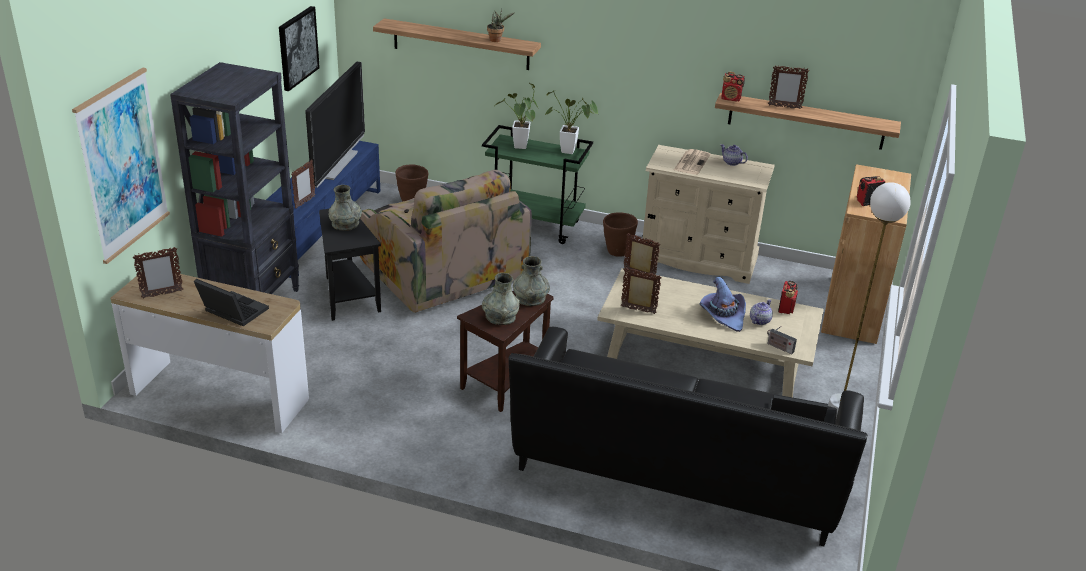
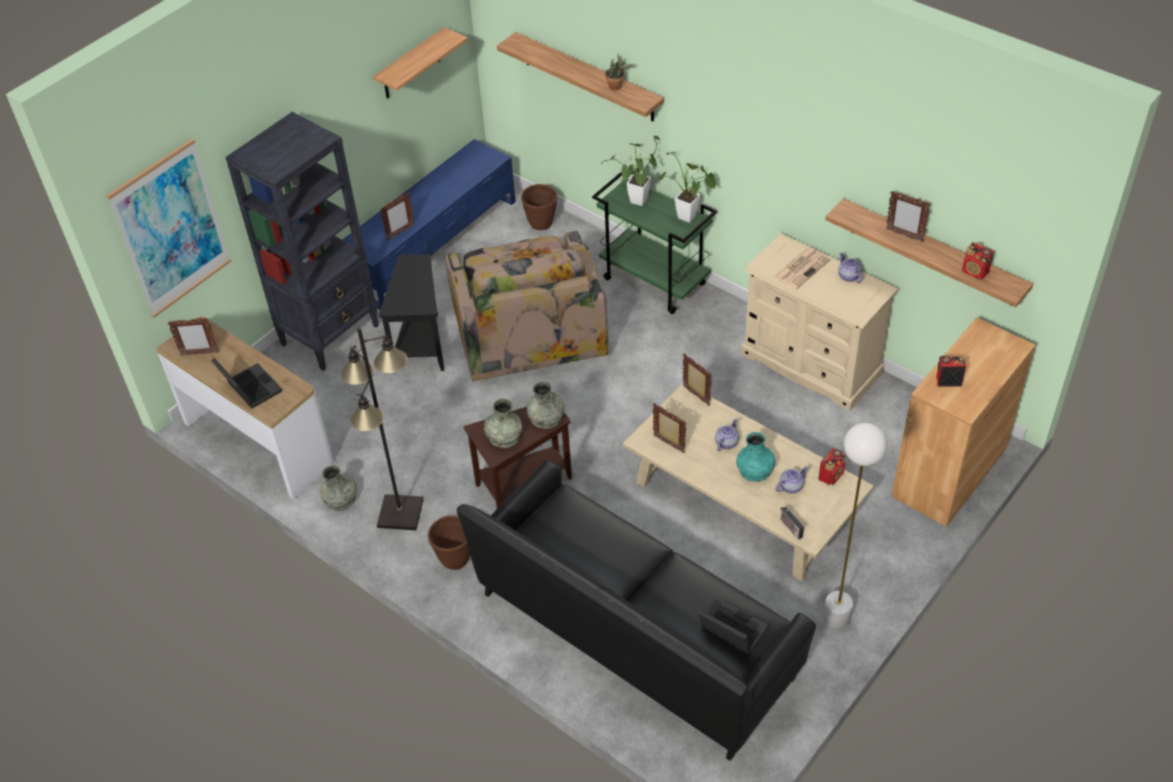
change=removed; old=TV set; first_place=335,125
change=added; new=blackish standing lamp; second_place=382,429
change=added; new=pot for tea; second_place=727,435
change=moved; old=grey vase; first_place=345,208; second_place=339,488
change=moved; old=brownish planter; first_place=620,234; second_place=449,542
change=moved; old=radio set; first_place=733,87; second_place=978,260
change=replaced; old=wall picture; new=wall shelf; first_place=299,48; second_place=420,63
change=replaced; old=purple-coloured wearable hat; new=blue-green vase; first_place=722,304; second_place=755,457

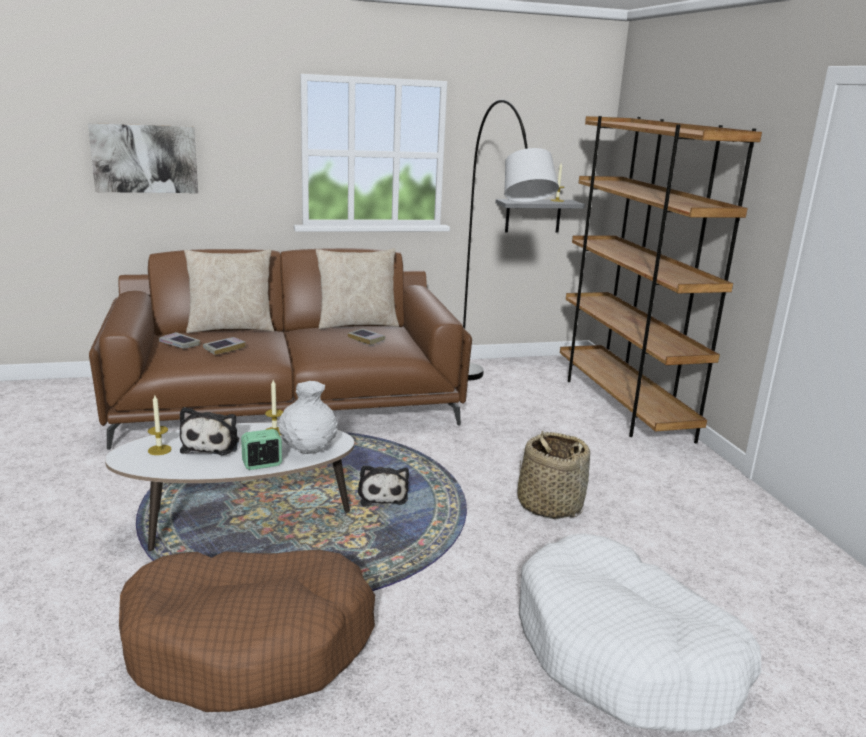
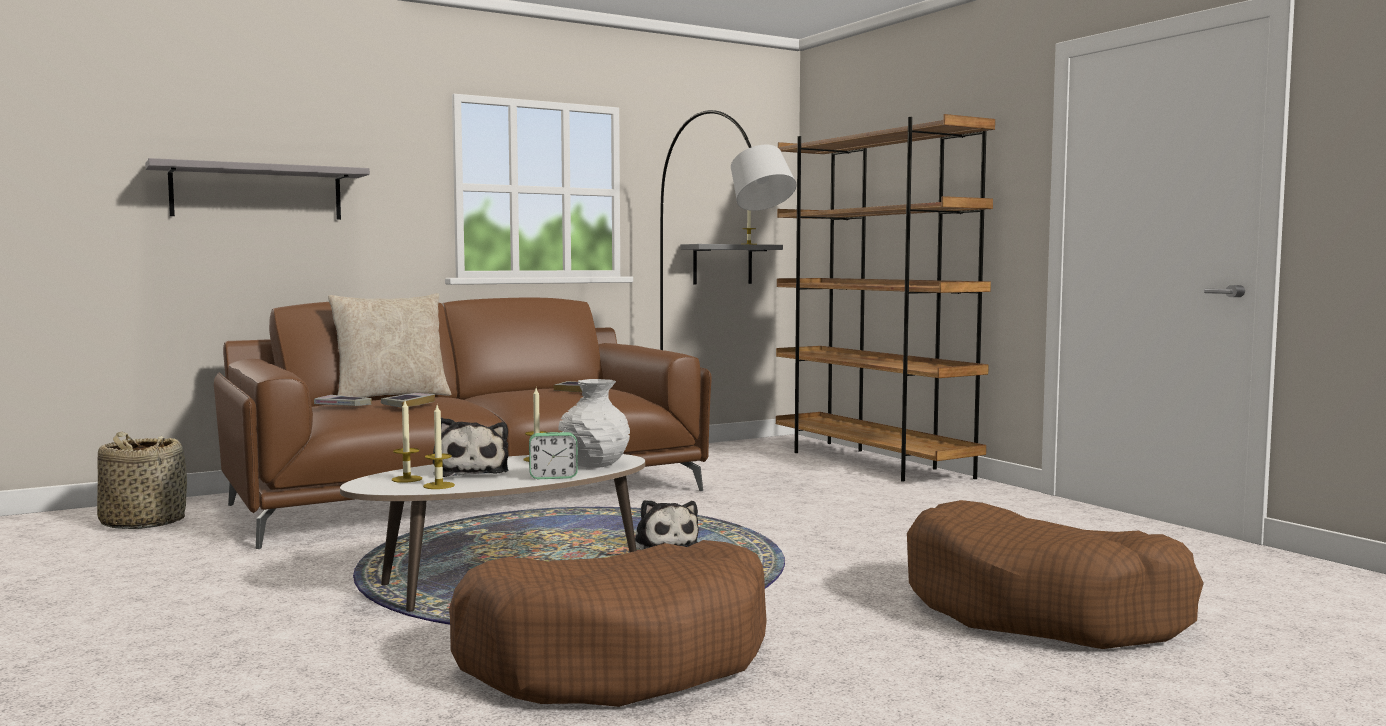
change=removed; old=beige pillow; first_place=357,288
change=added; new=wax candle; second_place=439,447
change=moved; old=basket; first_place=553,475; second_place=142,480
change=replaced; old=wall picture; new=grey wall shelf; first_place=143,158; second_place=257,189
change=recoloured; old=white-coloured dog cushion; new=brownish dog cushion; first_place=640,632; second_place=1055,574
change=turned; old=alarm clock; first_place=261,449; second_place=553,455; degrees=-150

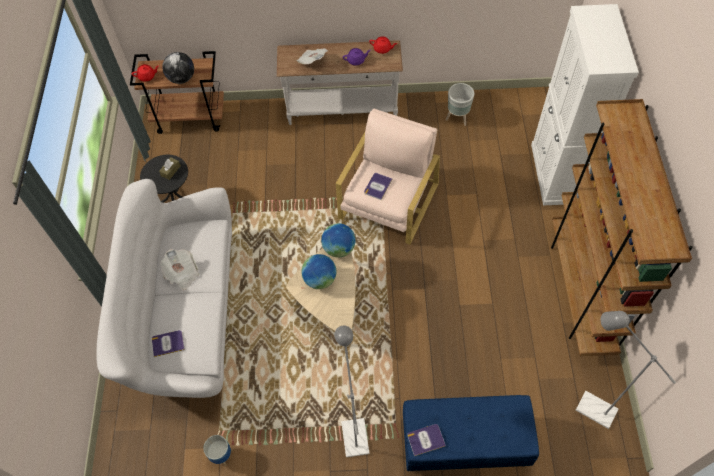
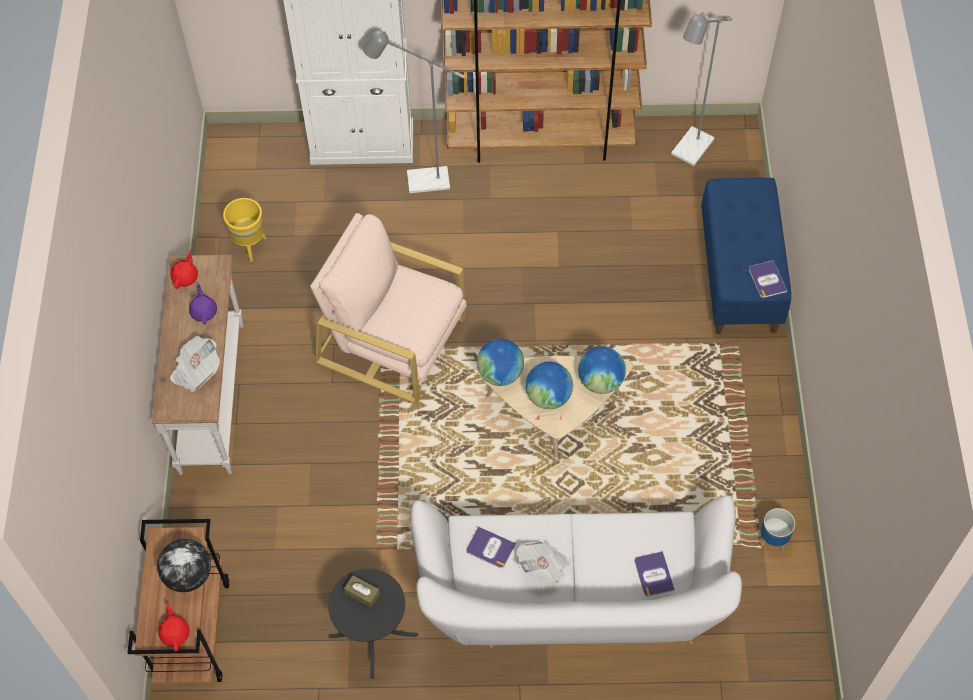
change=added; new=desk globe; second_place=602,370
change=moved; old=grey standing lamp; first_place=352,391; second_place=413,111
change=moved; old=bound book; first_place=378,186; second_place=491,547
change=recoloured; old=grey planter; new=yellow-coloured planter; first_place=460,104; second_place=244,230

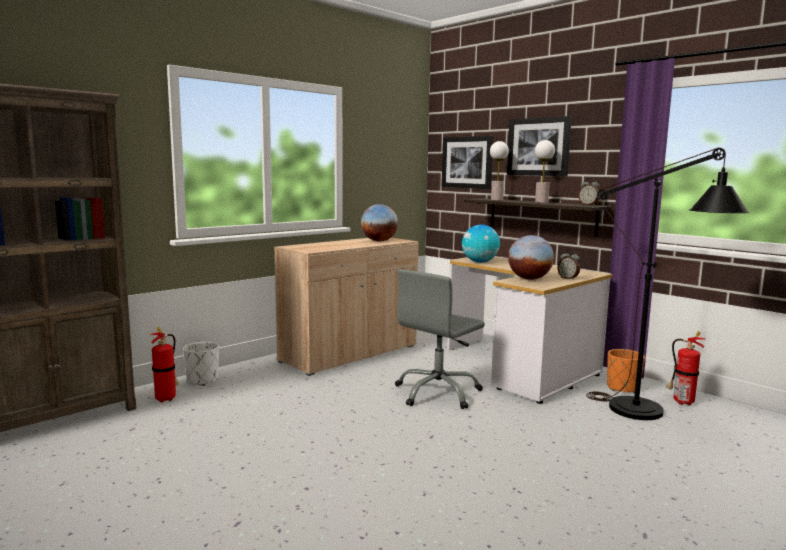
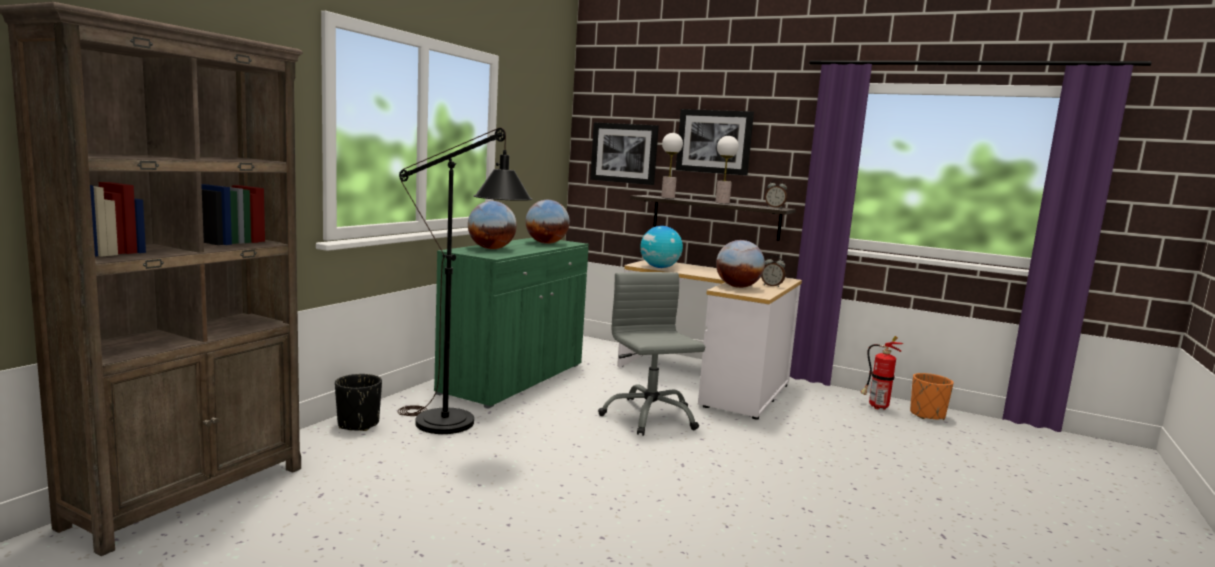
change=removed; old=extinguisher; first_place=165,364
change=added; new=desk globe; second_place=492,225
change=moved; old=blackish standing lamp; first_place=667,284; second_place=465,280
change=moved; old=orange-coloured planter; first_place=626,371; second_place=932,396
change=recoloured; old=white-coloured planter; new=blackish planter; first_place=201,364; second_place=358,402
change=recoloured; old=beige cupboard; new=greenish cupboard; first_place=346,307; second_place=511,323
change=turned; old=grey office chair; first_place=440,339; second_place=651,354; degrees=135

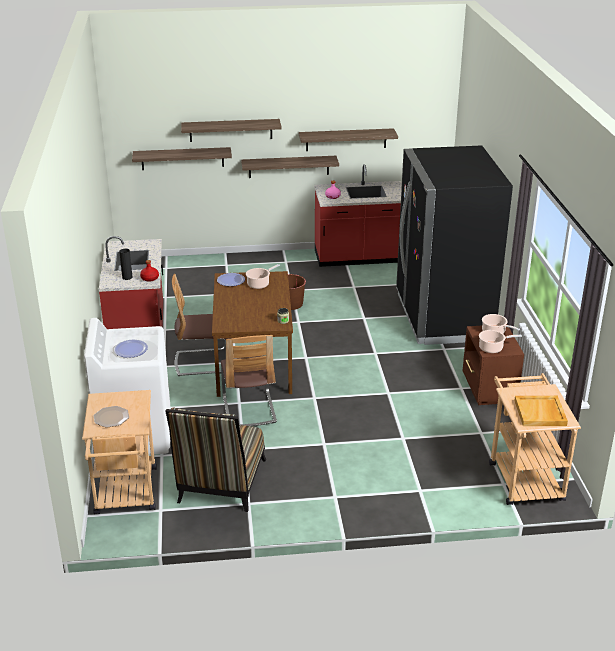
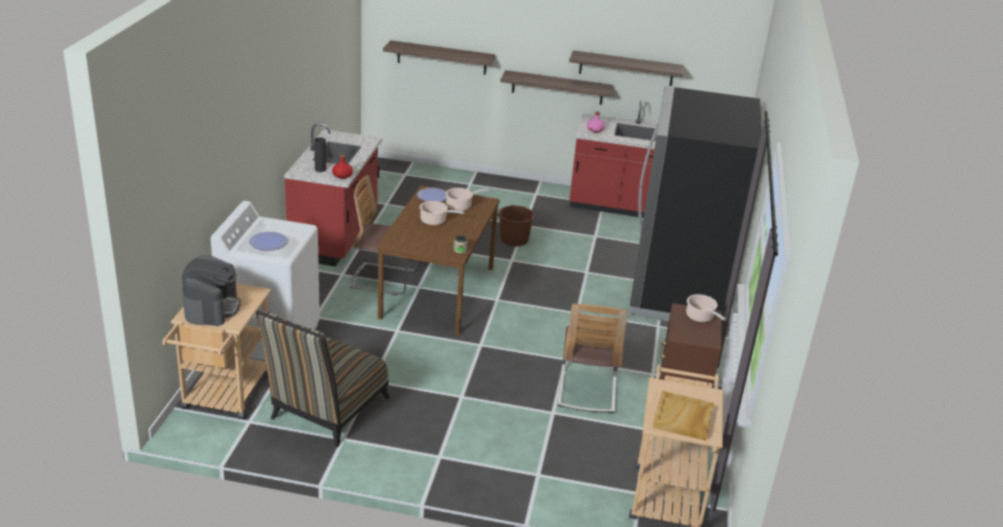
change=removed; old=wall shelf; first_place=231,130
change=moved; old=upright chair; first_place=249,380; second_place=592,358
change=moved; old=stockpot; first_place=500,341; second_place=442,213
change=replaced; old=plate; new=coffee machine; first_place=111,417; second_place=211,290

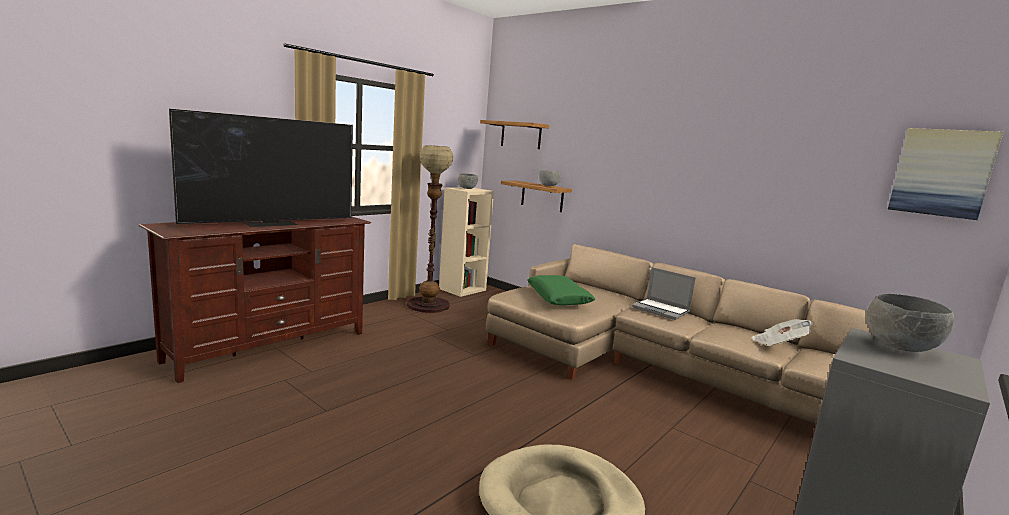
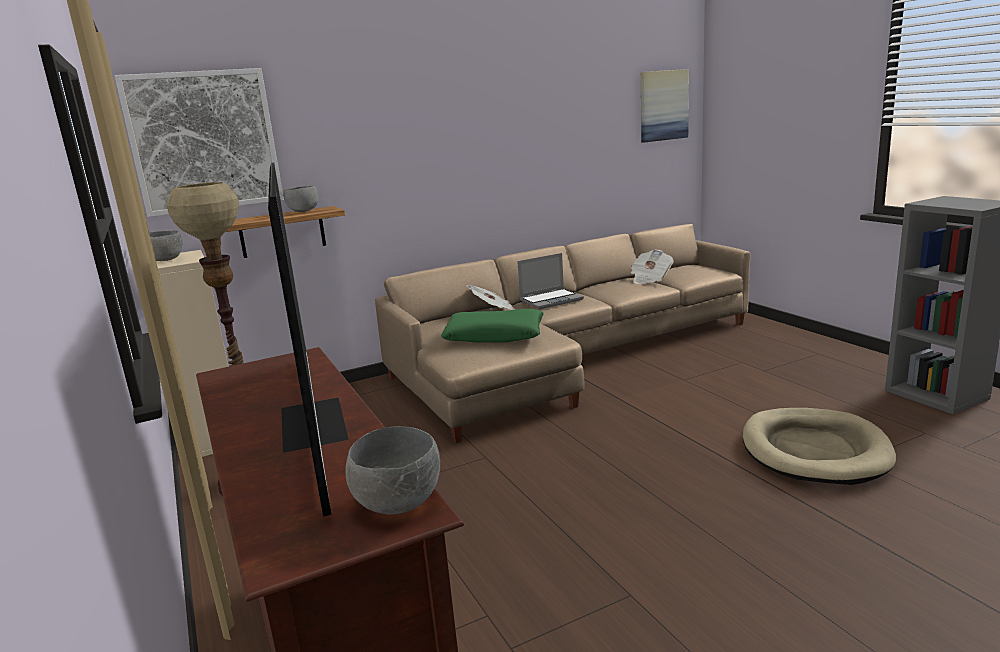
change=added; new=daily paper; second_place=491,297
change=moved; old=grey bowl; first_place=910,323; second_place=392,470
change=replaced; old=wall shelf; new=wall picture; first_place=514,134; second_place=199,142

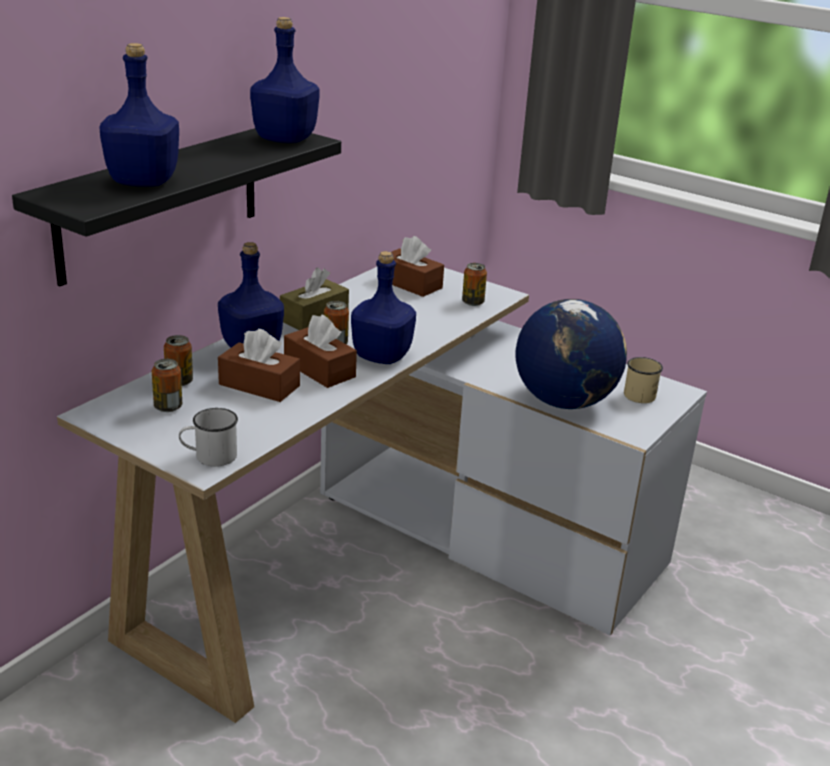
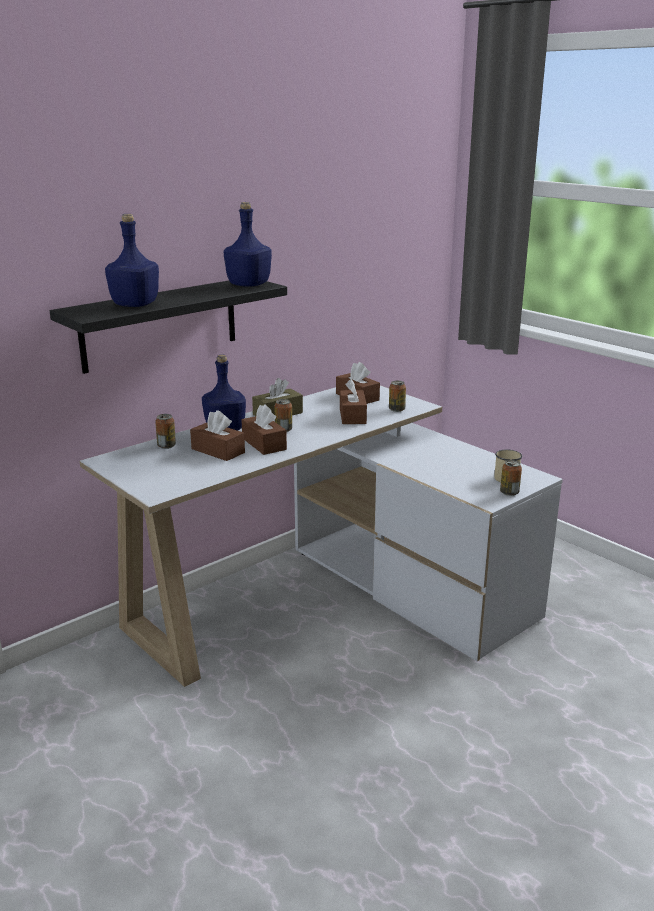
change=removed; old=white-coloured mug; first_place=208,437
change=removed; old=bluish drink bottle; first_place=383,307
change=removed; old=desk globe; first_place=571,354
change=added; new=brownish box of tissues; second_place=353,401
change=moved; old=metal can; first_place=167,385; second_place=511,478

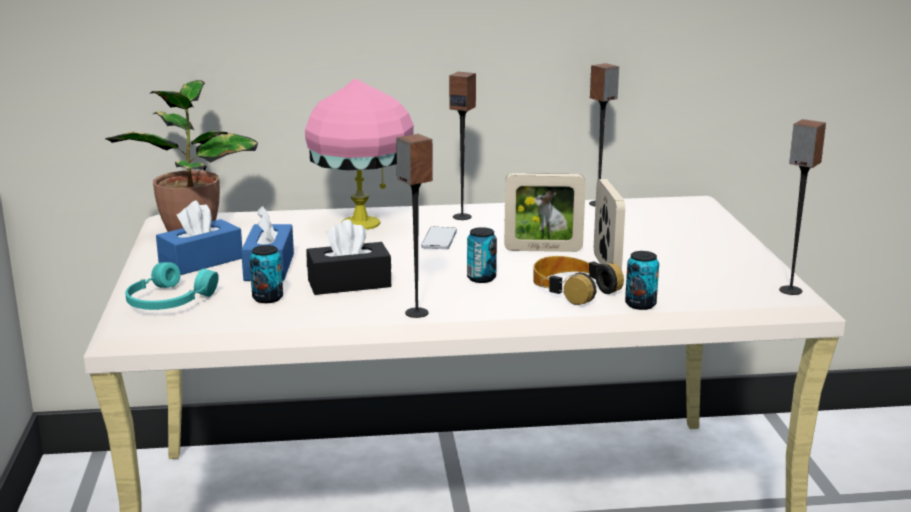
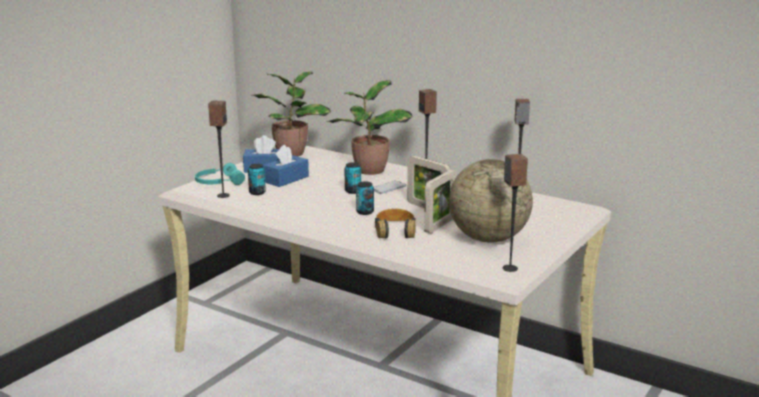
change=removed; old=blackish box of tissues; first_place=349,257
change=added; new=desk globe; second_place=491,201
change=moved; old=loudspeaker; first_place=414,226; second_place=219,149
change=moved; old=metal can; first_place=642,280; second_place=353,178
change=replaced; old=pinkish lamp for a table; new=plant in a pot; first_place=359,154; second_place=370,127

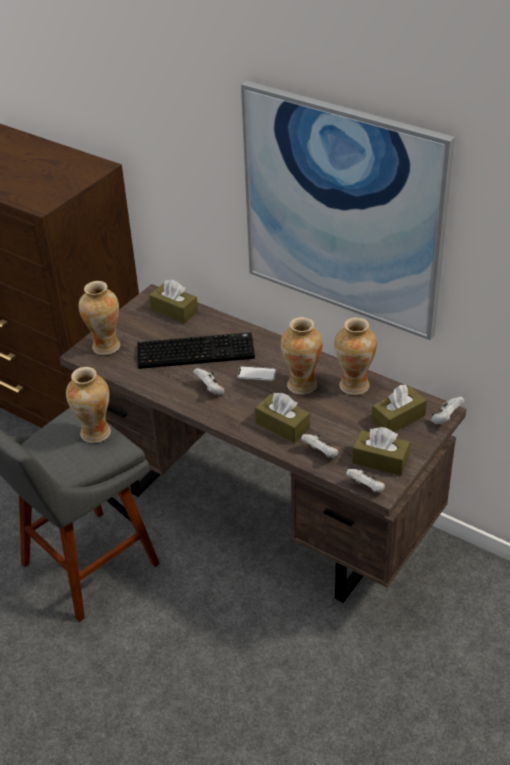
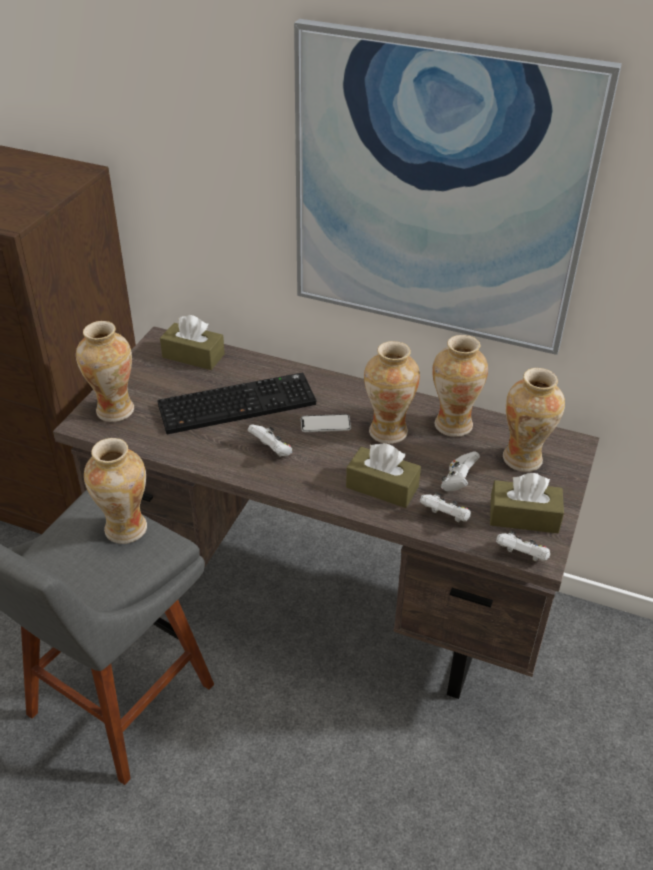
change=moved; old=white-coloured gamepad; first_place=448,410; second_place=460,471
change=replaced; old=brownish box of tissues; new=vase; first_place=399,408; second_place=534,420

